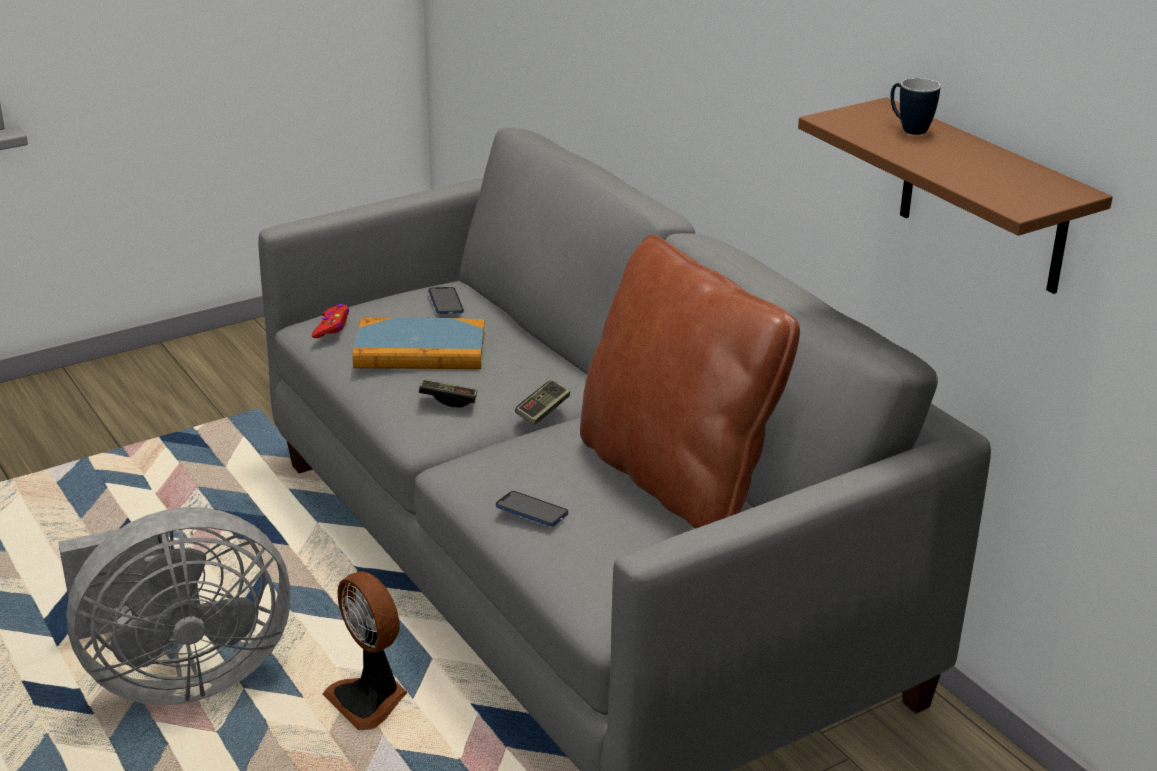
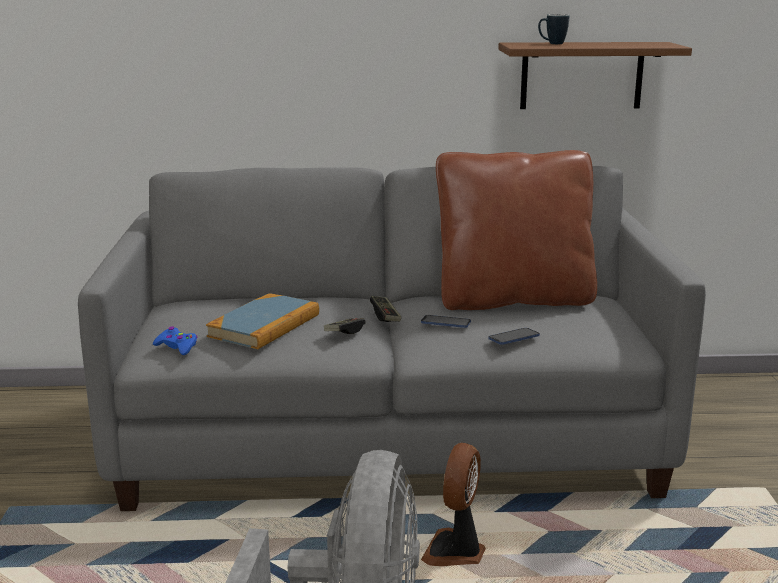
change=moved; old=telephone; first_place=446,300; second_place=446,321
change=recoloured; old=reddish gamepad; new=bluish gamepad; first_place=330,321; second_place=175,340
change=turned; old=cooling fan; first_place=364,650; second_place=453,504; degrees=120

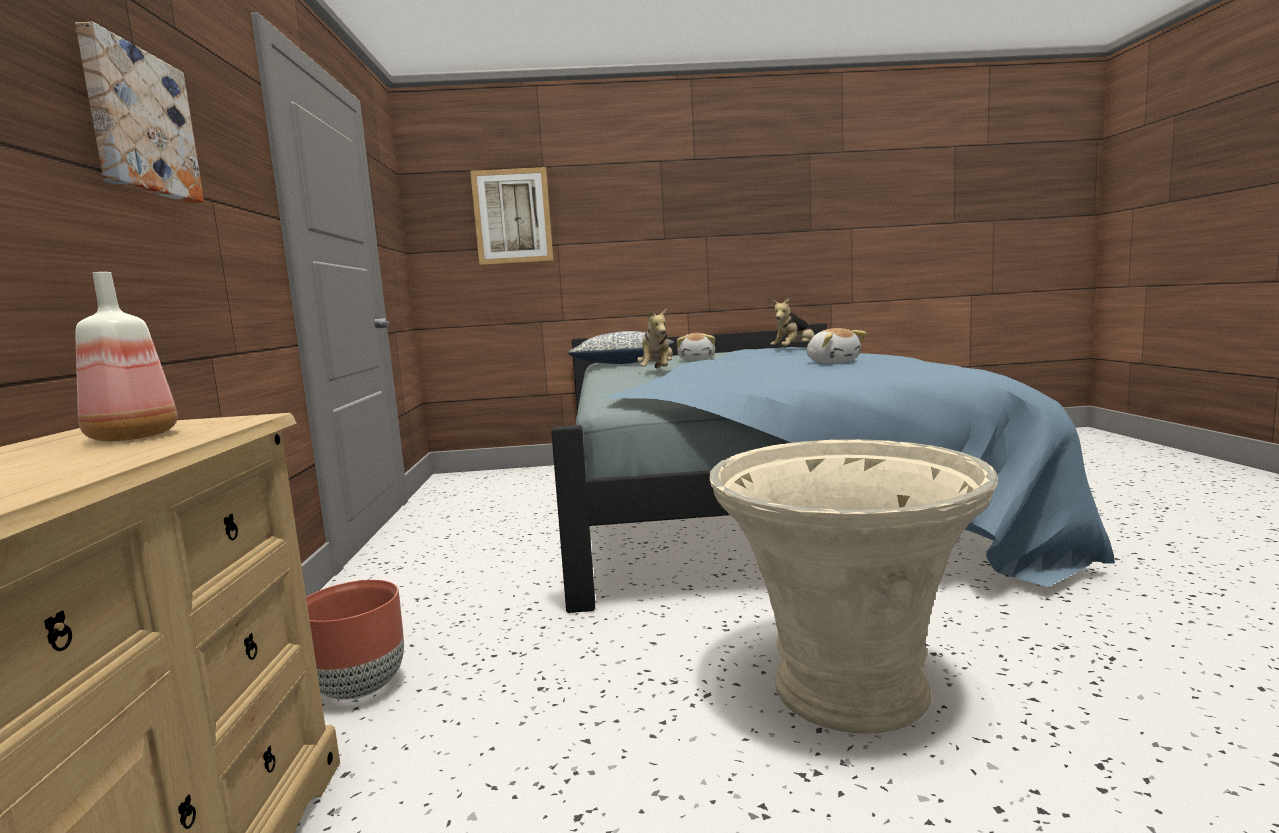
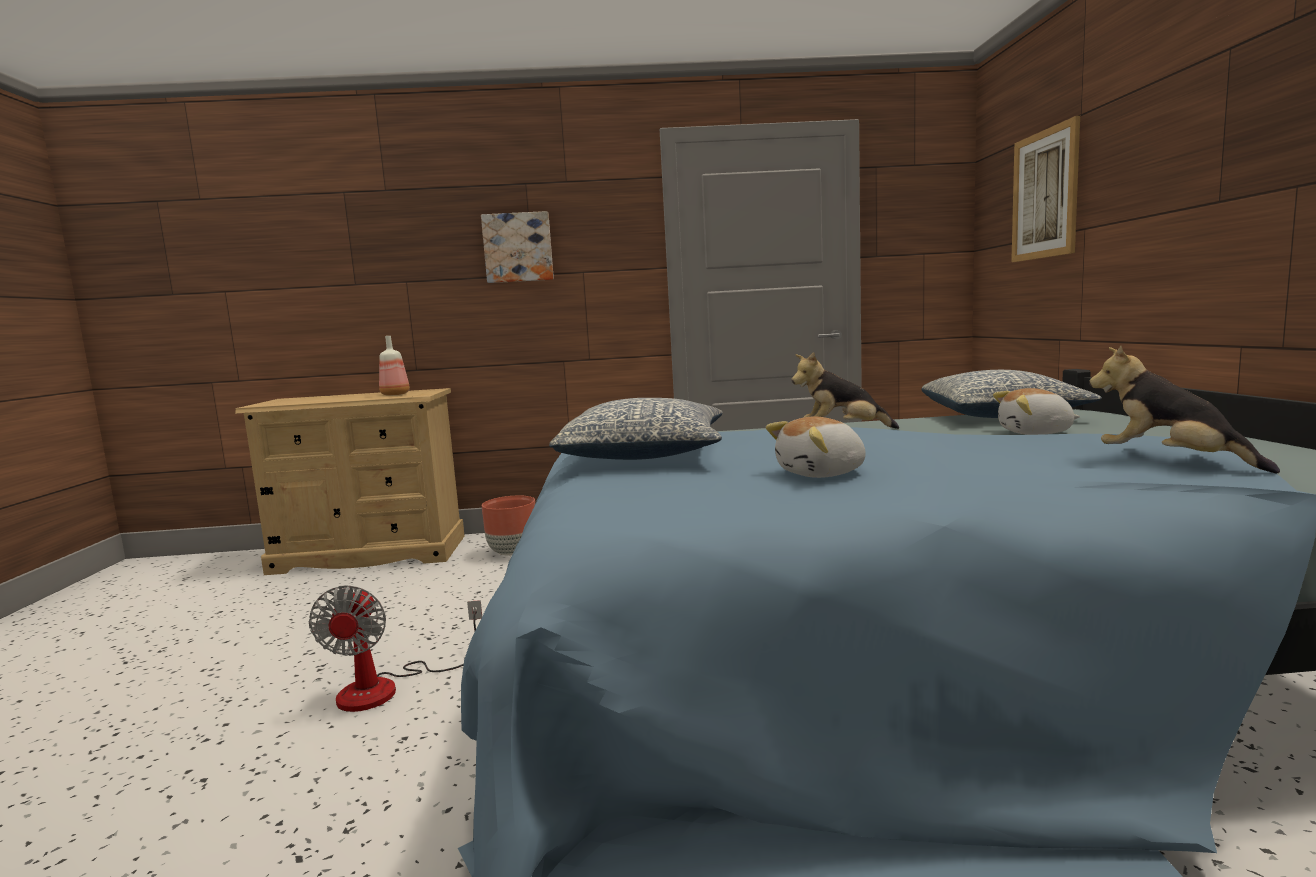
change=added; new=pillow; second_place=635,429
change=replaced; old=beige planter; new=cooling fan; first_place=854,586; second_place=395,648

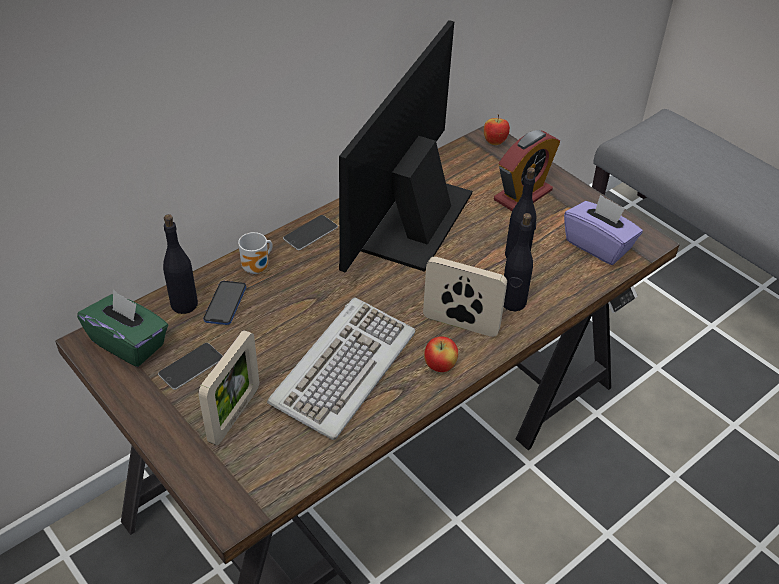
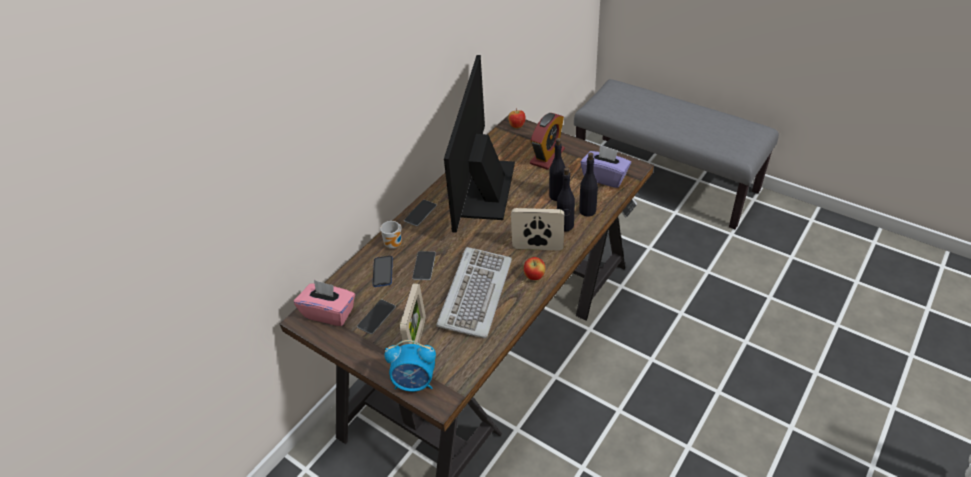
change=added; new=alarm clock; second_place=410,366
change=added; new=telephone; second_place=424,265
change=moved; old=blackish drink bottle; first_place=180,264; second_place=588,184
change=recoloured; old=greenish box of tissues; new=pinkish box of tissues; first_place=122,328; second_place=324,303

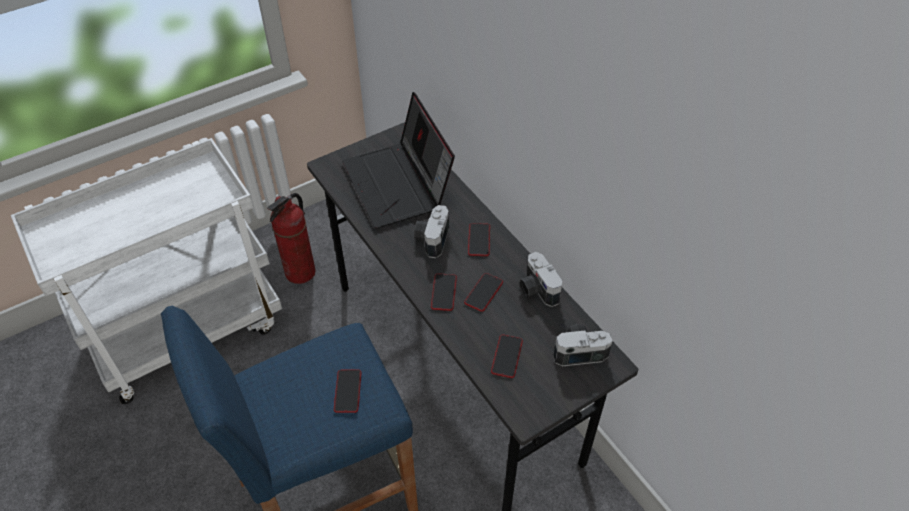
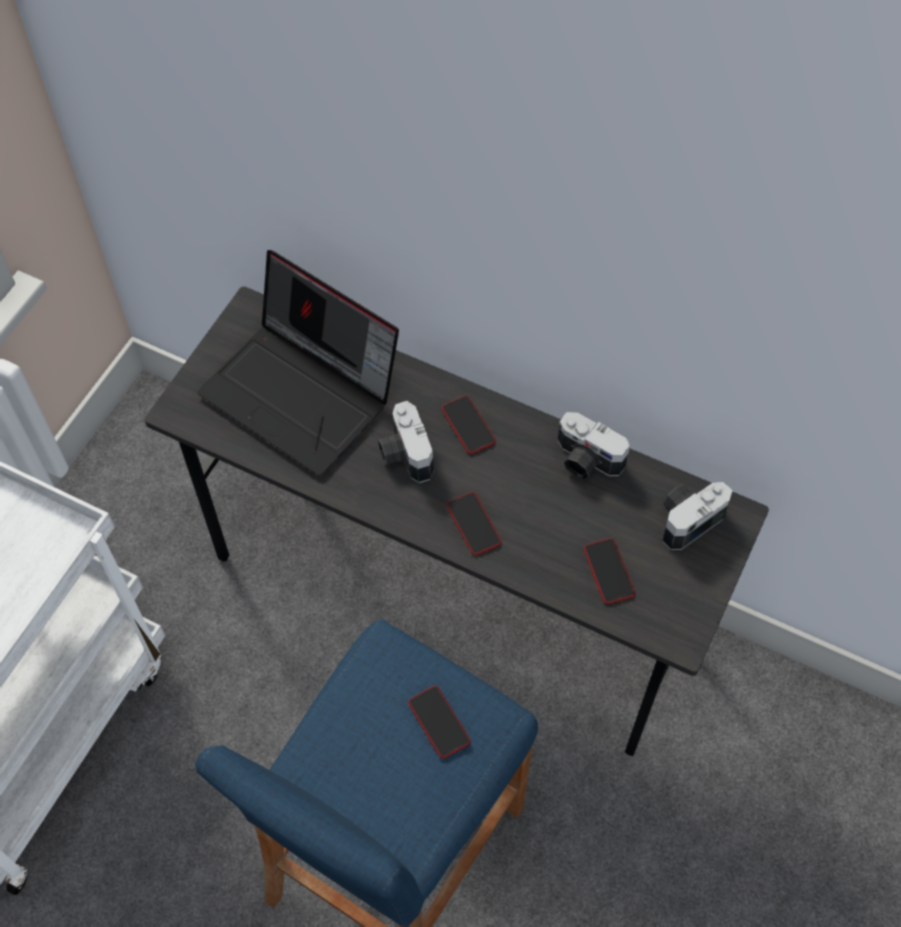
change=removed; old=extinguisher; first_place=291,238
change=removed; old=telephone; first_place=483,292

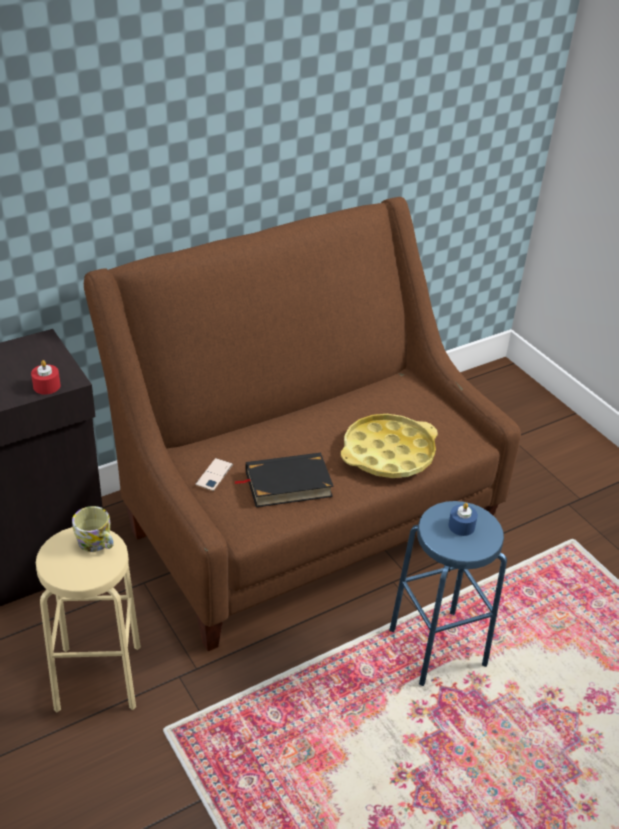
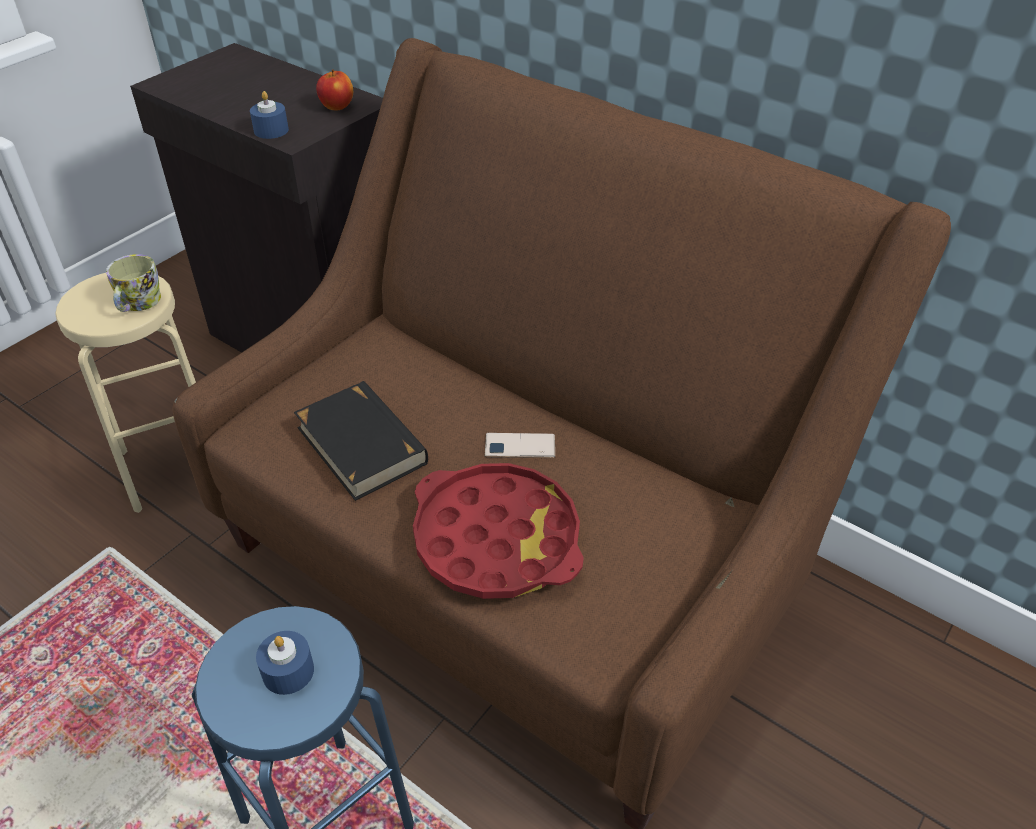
change=added; new=apple fruit; second_place=334,90
change=moved; old=telephone; first_place=214,474; second_place=520,445
change=recoloured; old=reddish wax candle; new=bluish wax candle; first_place=45,377; second_place=269,115
change=recoloured; old=yellow-coloured tray; new=reddish tray; first_place=389,446; second_place=498,531

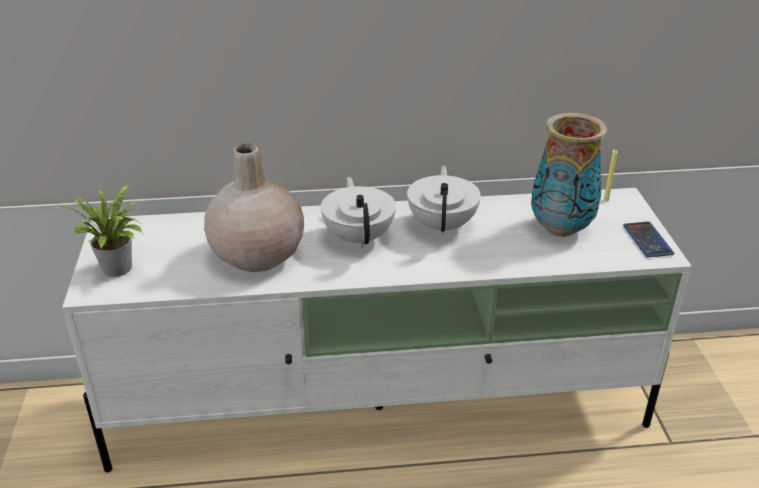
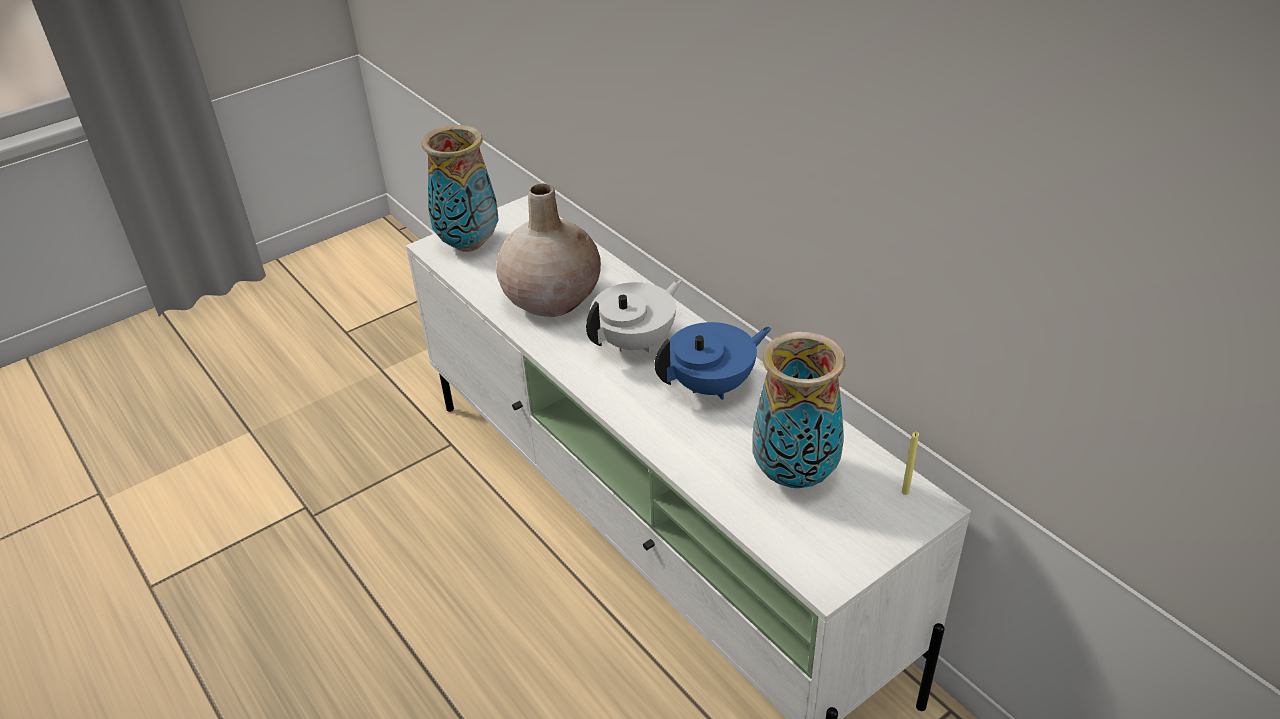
change=removed; old=telephone; first_place=648,239
change=replaced; old=plant in a pot; new=vase; first_place=98,230; second_place=460,188
change=recoloured; old=white-coloured pot for tea; new=bluish pot for tea; first_place=444,200; second_place=713,361

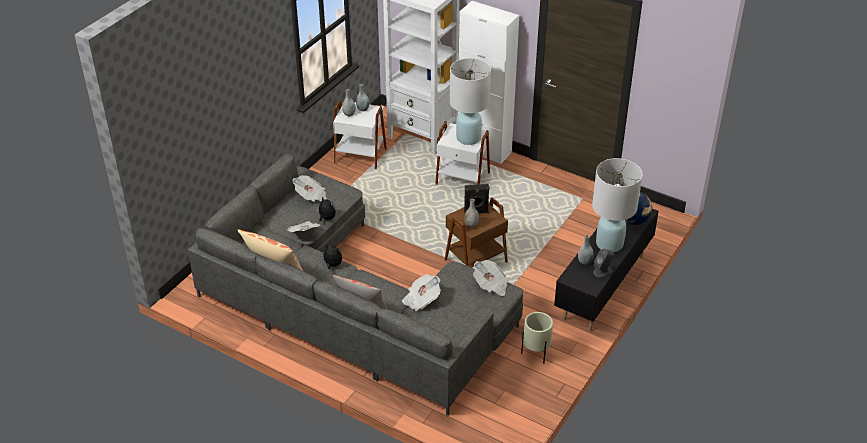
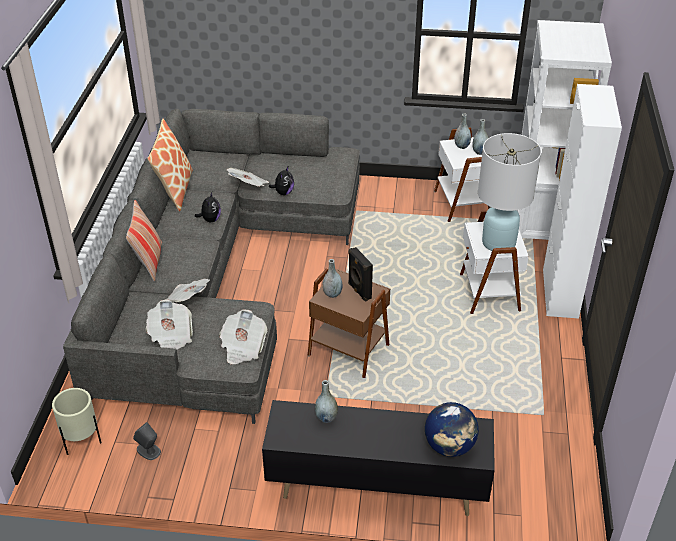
change=removed; old=white-coloured lamp for a table; first_place=617,205
change=moved; old=daily paper; first_place=309,188; second_place=169,324
change=moved; old=beige planter; first_place=537,338; second_place=76,421
change=moved; old=grey loudspeaker; first_place=603,263; second_place=147,441

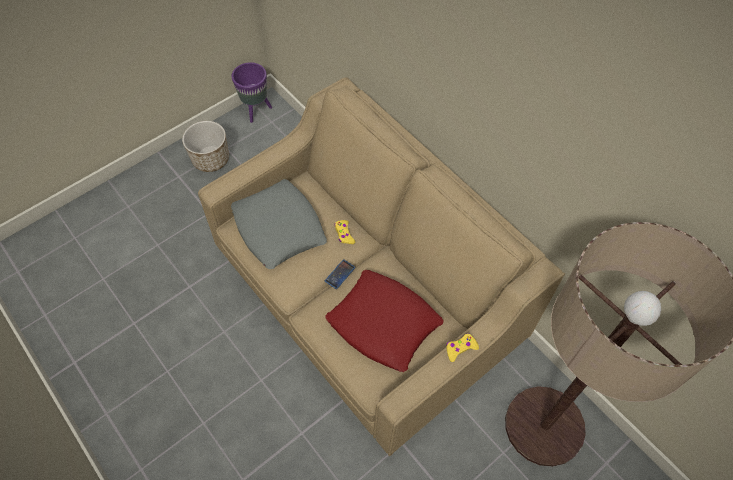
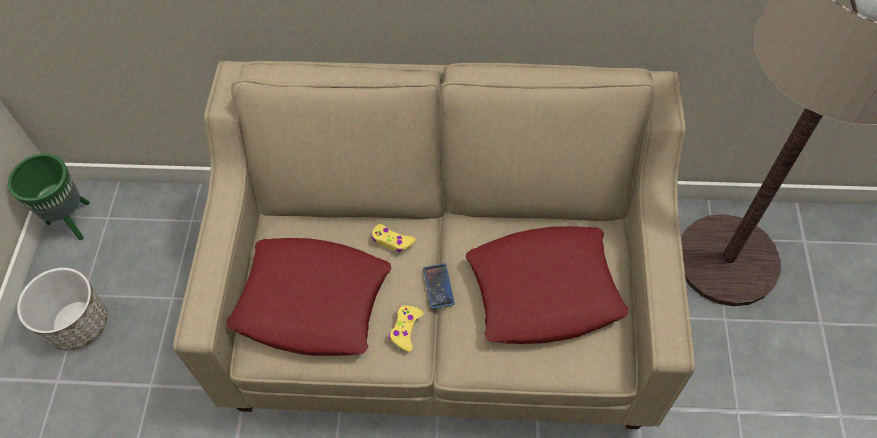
change=moved; old=yellow-coloured gamepad; first_place=462,347; second_place=406,329
change=recoloured; old=purple-coloured planter; new=greenish planter; first_place=251,92; second_place=49,197
change=recoloured; old=grey pillow; new=reddish pillow; first_place=279,224; second_place=308,297

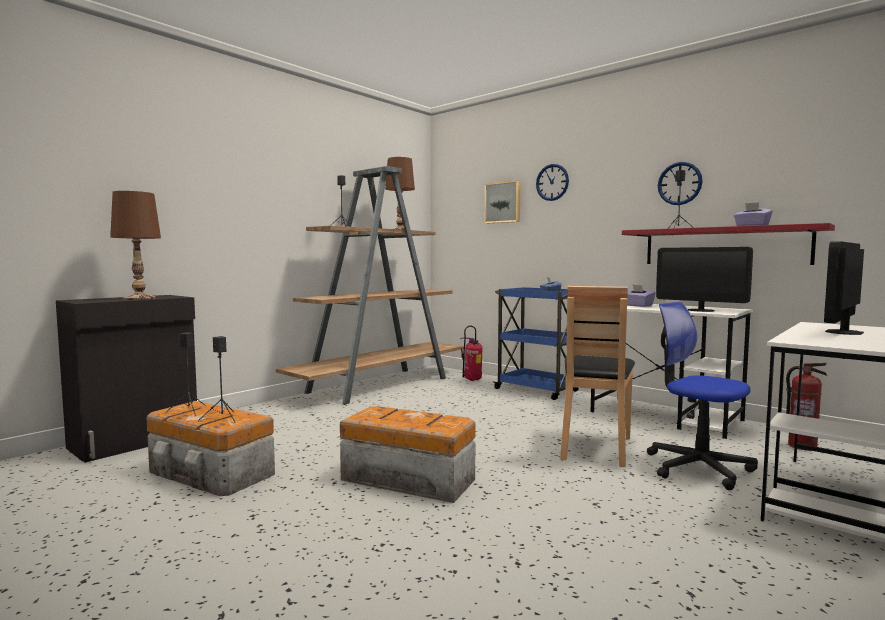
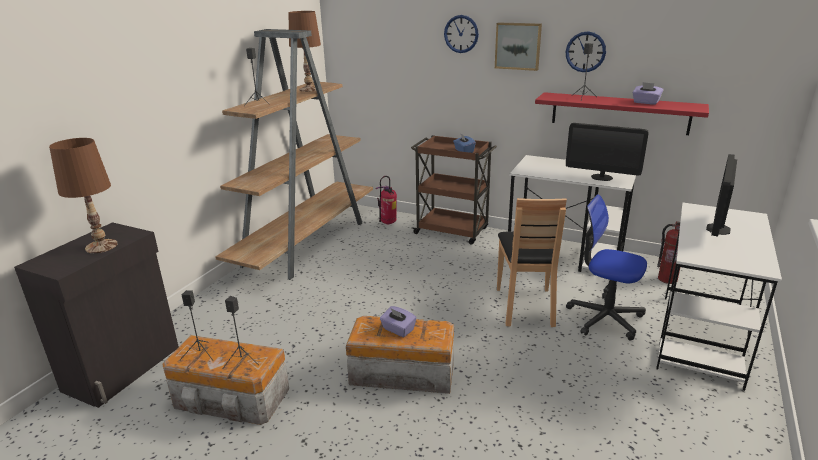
change=moved; old=wall picture; first_place=502,202; second_place=518,46
change=moved; old=purple-coloured box of tissues; first_place=641,295; second_place=398,321
change=recoloured; old=bluish trolley; new=brownish trolley; first_place=537,343; second_place=454,190

